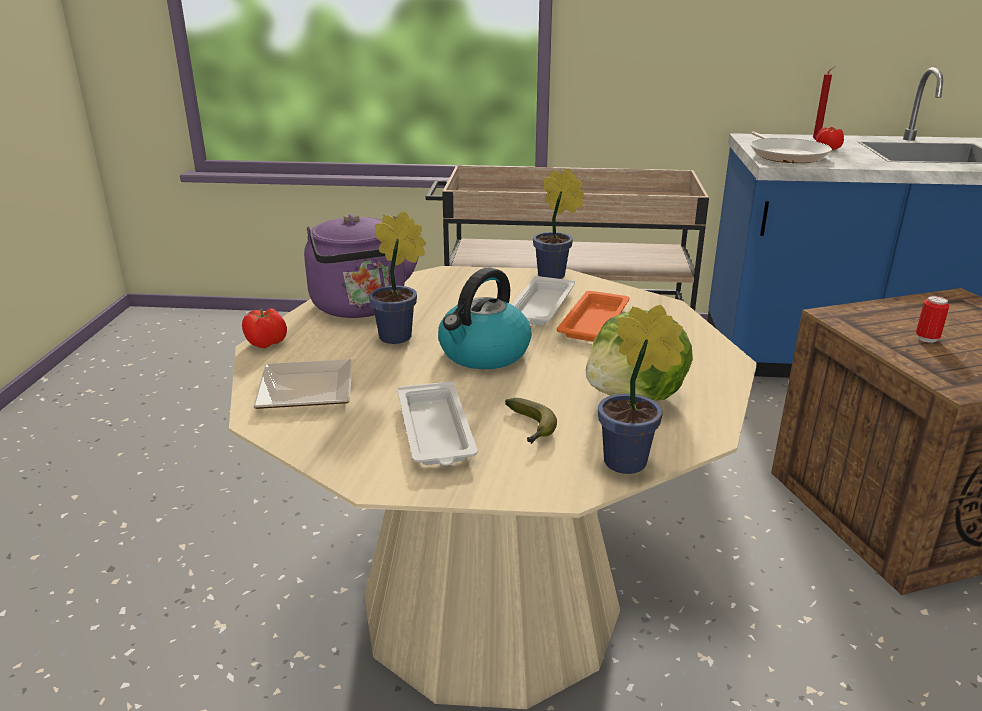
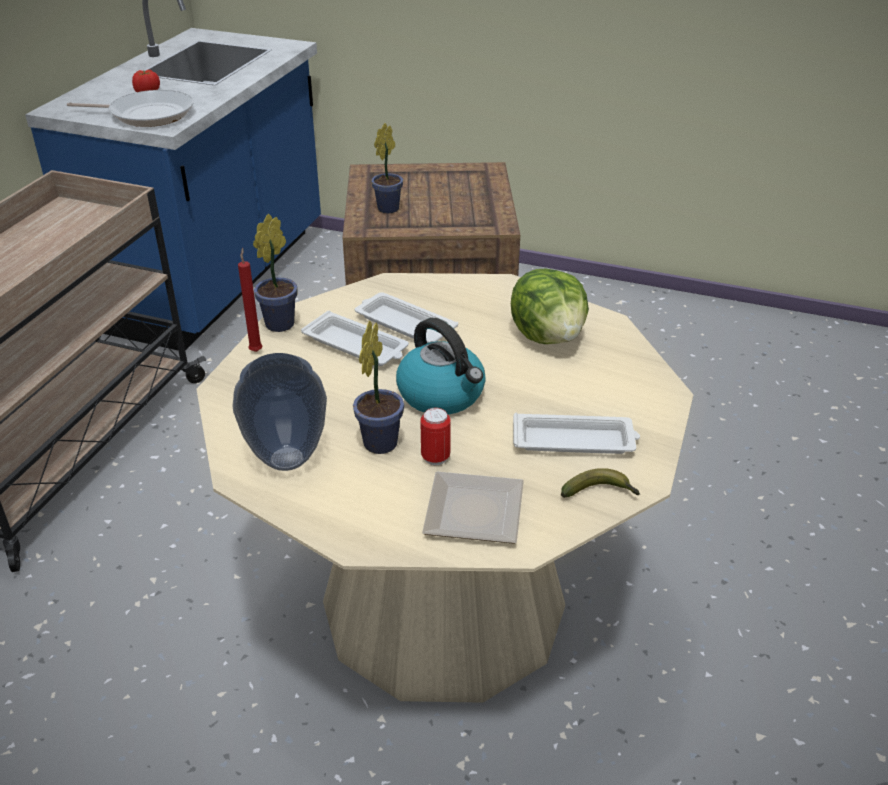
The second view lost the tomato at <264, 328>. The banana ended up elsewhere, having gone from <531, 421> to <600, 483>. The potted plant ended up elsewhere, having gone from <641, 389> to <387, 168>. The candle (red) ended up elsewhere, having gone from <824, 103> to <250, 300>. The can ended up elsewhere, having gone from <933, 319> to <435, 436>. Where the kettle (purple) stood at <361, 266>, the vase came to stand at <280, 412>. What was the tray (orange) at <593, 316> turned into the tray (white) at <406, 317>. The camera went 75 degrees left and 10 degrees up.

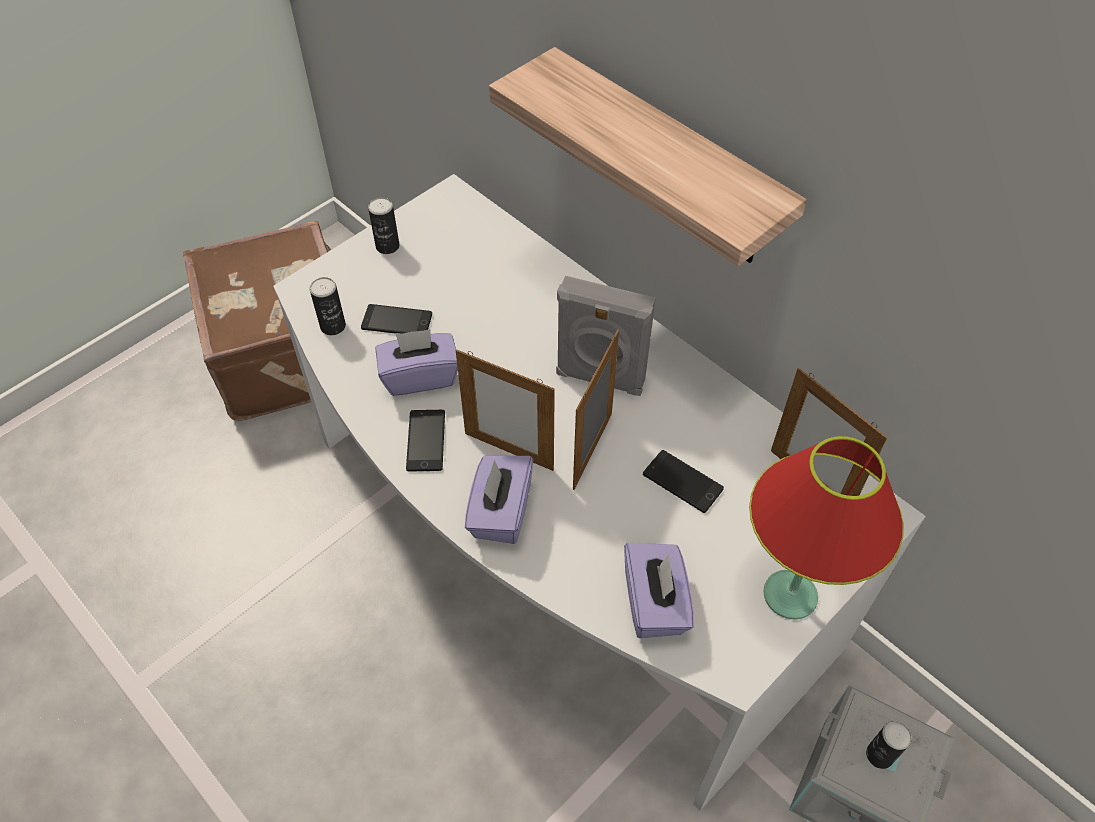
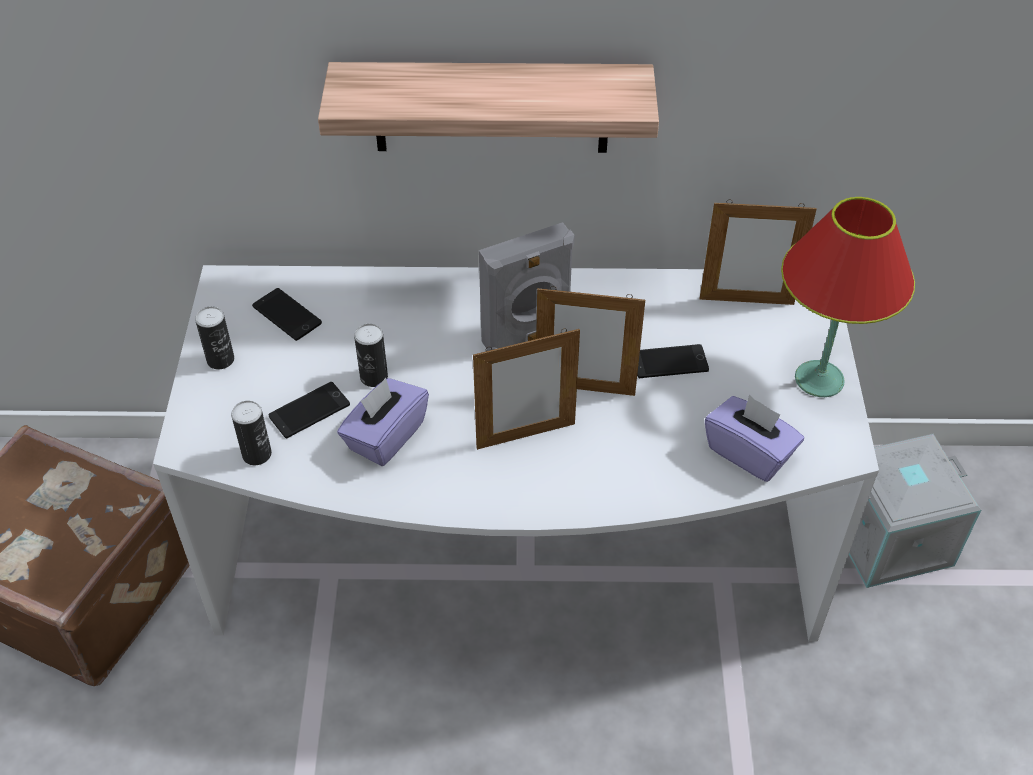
The second view lost the tissue box (purple) at <499, 500>. The phone ended up elsewhere, having gone from <425, 441> to <287, 314>. The can ended up elsewhere, having gone from <889, 745> to <371, 355>. The picture frame at <596, 410> ended up facing another way, 60 degrees counterclockwise from before. The camera went 45 degrees left and 5 degrees down.

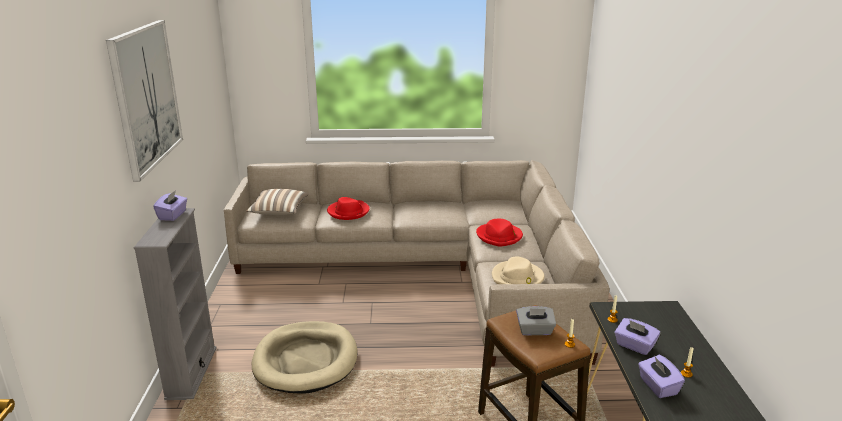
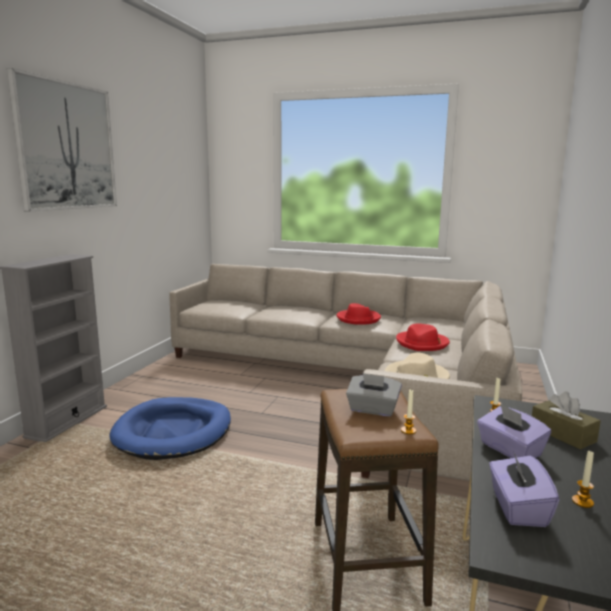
The second view lost the tissue box (purple) at <170, 205>. The second view lost the pillow at <277, 202>. The second view gained the tissue box (brown) at <566, 421>. The hat (red) ended up elsewhere, having gone from <348, 208> to <358, 314>. What was the dog bed (beige) at <305, 357> turned into the dog bed (blue) at <170, 428>. The camera went 20 degrees right and 10 degrees down.

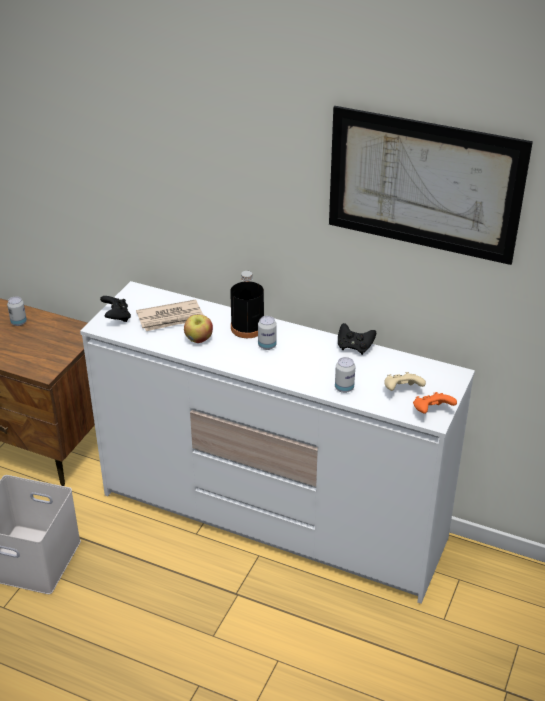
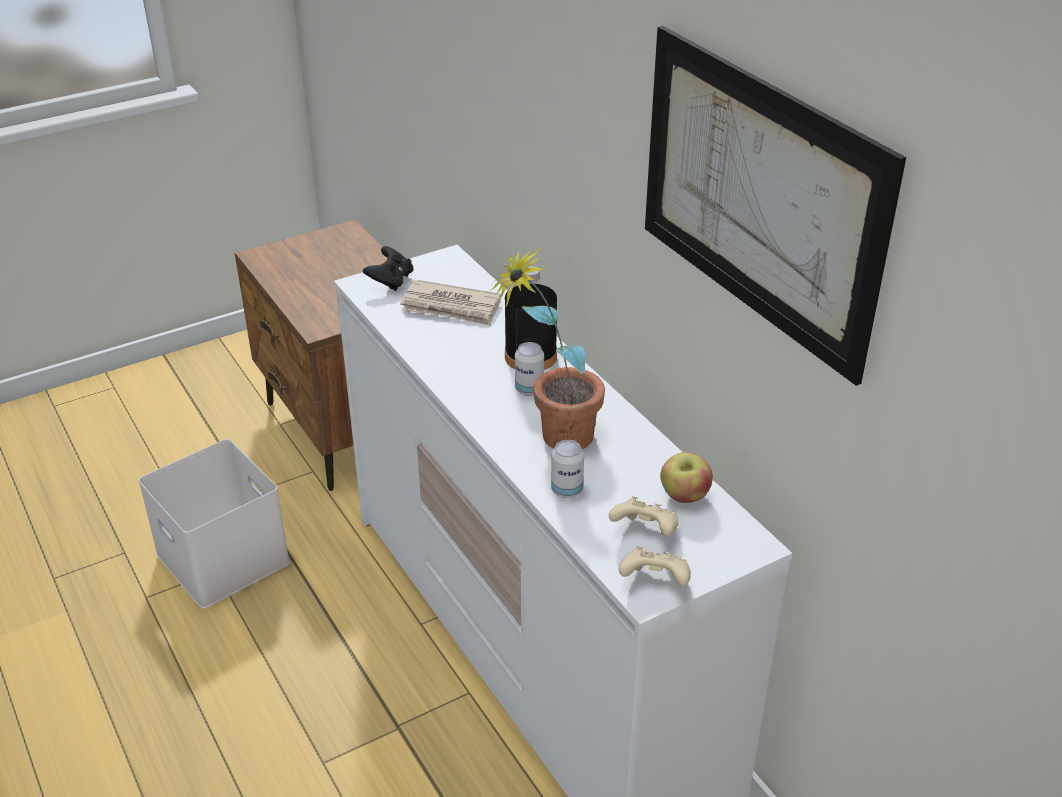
The second view lost the can at <17, 311>. The second view lost the game controller (black) at <357, 339>. The second view gained the potted plant at <547, 348>. The apple ended up elsewhere, having gone from <198, 329> to <686, 477>. What was the game controller (orange) at <435, 403> turned into the game controller (beige) at <654, 566>. The camera went 35 degrees right and 0 degrees up.

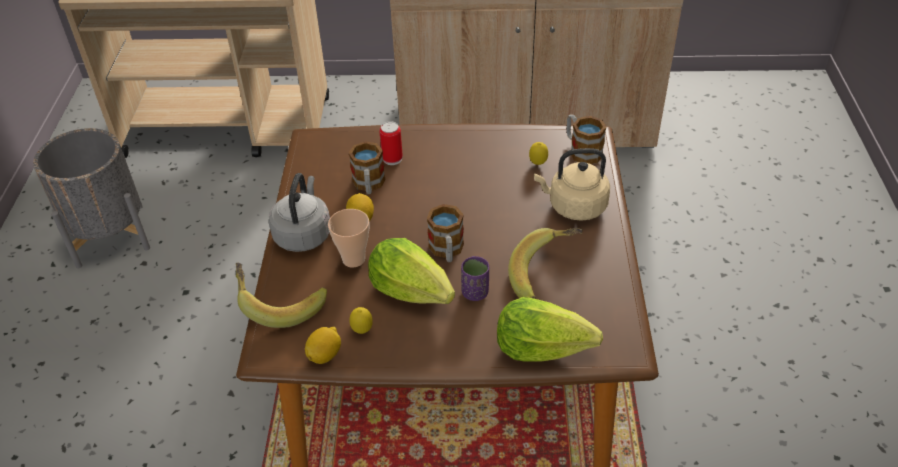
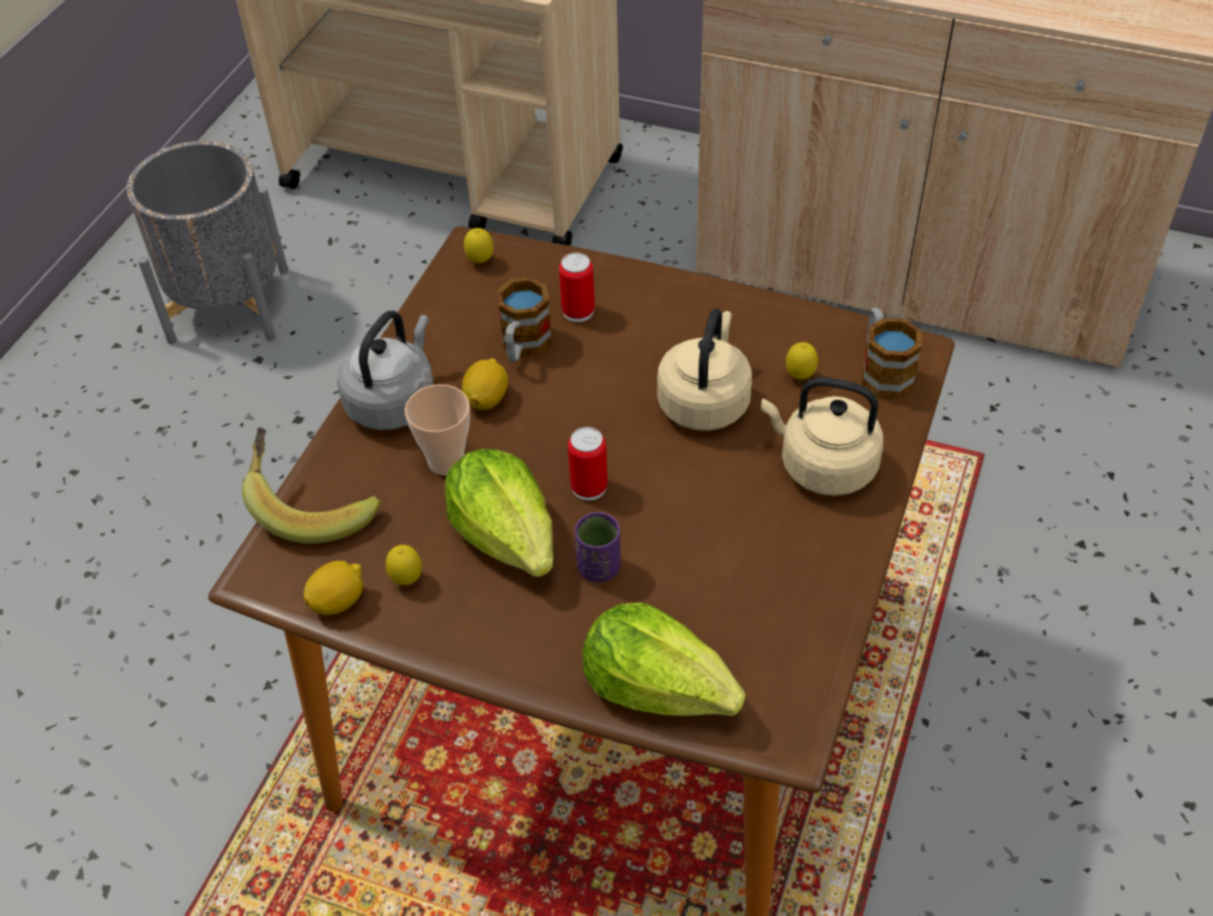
The second view lost the banana at <545, 263>. The second view gained the lemon at <478, 245>. The second view gained the kettle (beige) at <704, 369>. Where the mug stood at <445, 233>, the can came to stand at <588, 463>. The camera went 20 degrees right and 5 degrees up.

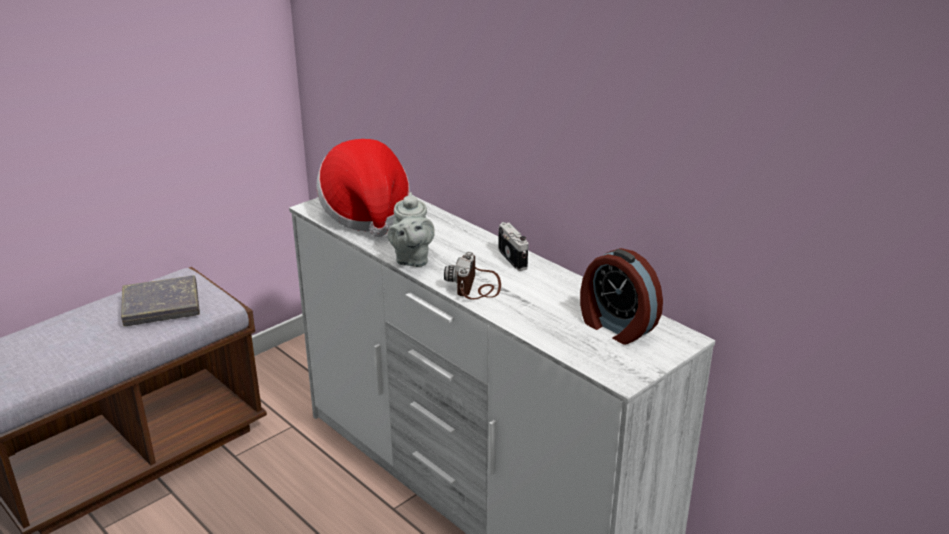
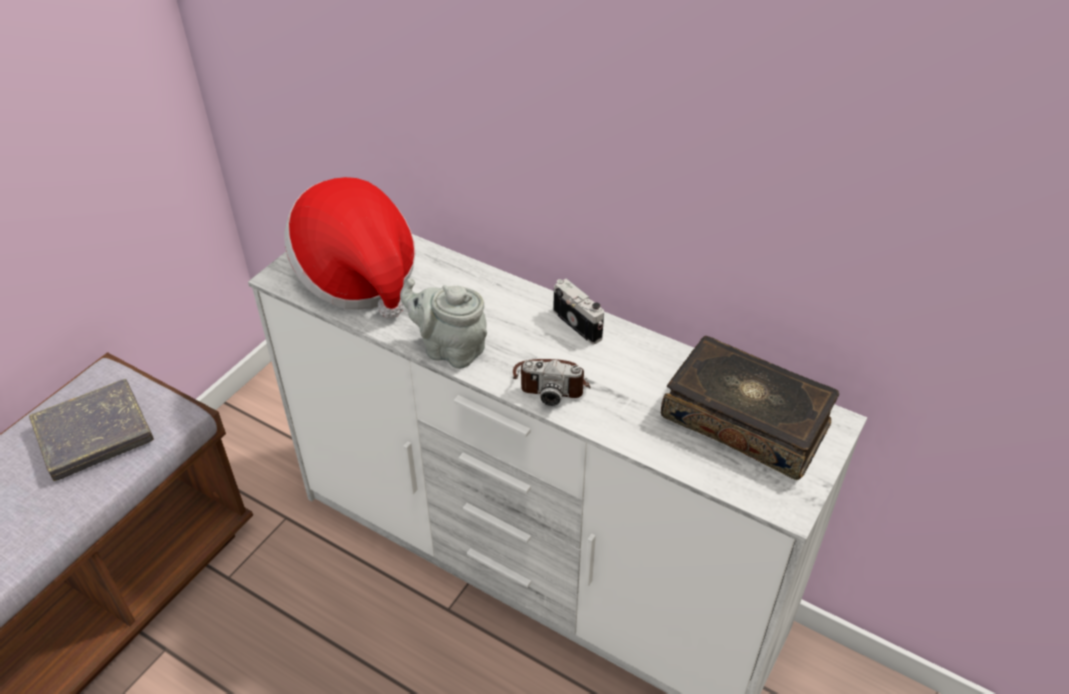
Where the alarm clock stood at <621, 296>, the book came to stand at <750, 408>. The teapot (grey) at <411, 229> ended up facing another way, 135 degrees clockwise from before. The photo camera at <472, 276> ended up facing another way, 75 degrees counterclockwise from before. The camera went 15 degrees left and 15 degrees up.

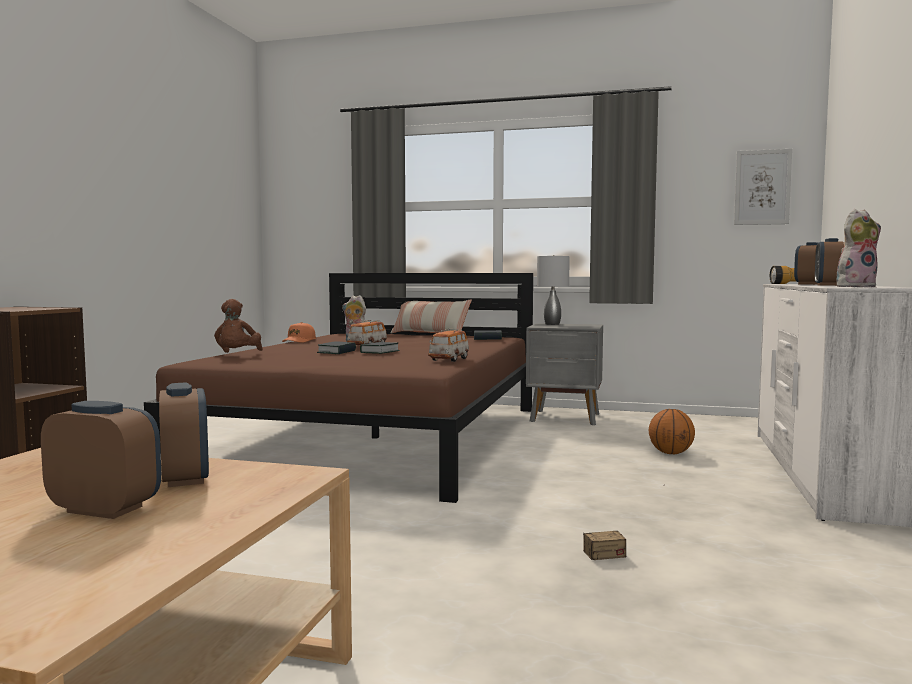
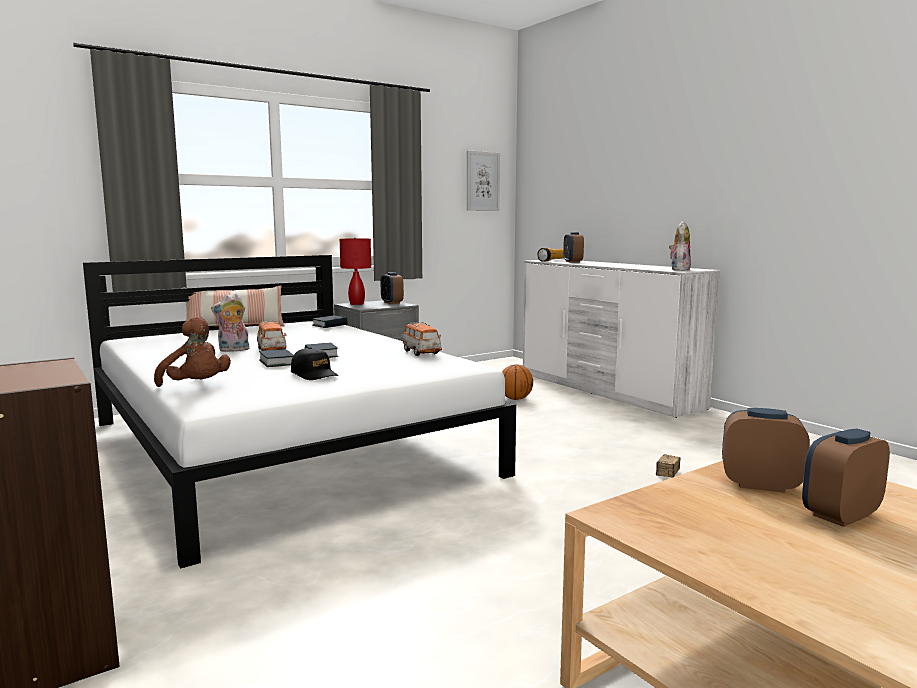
The second view lost the cap (orange) at <299, 332>. The second view gained the cap (black) at <314, 363>. The alarm clock ended up elsewhere, having gone from <829, 262> to <392, 288>. What was the bed (brown) at <338, 388> turned into the bed (white) at <299, 412>. What was the table lamp (grey) at <553, 290> turned into the table lamp (red) at <355, 271>. The camera went 50 degrees left and 5 degrees up.

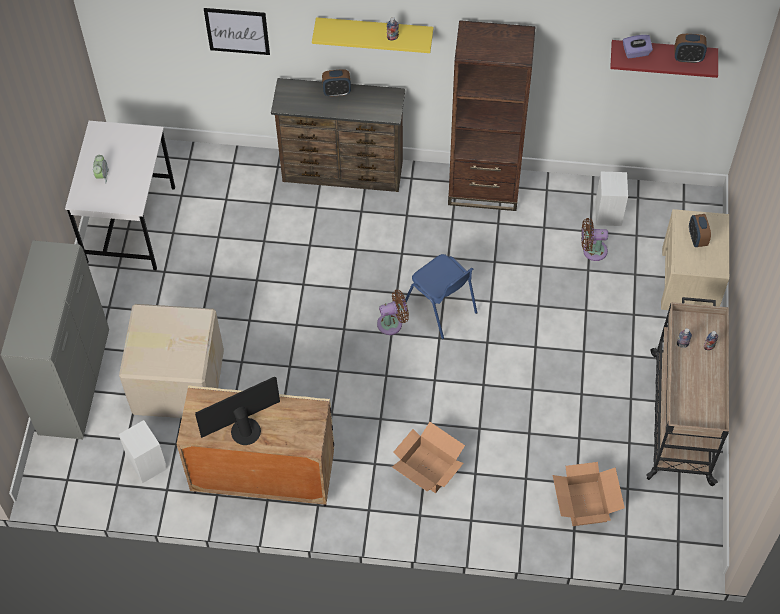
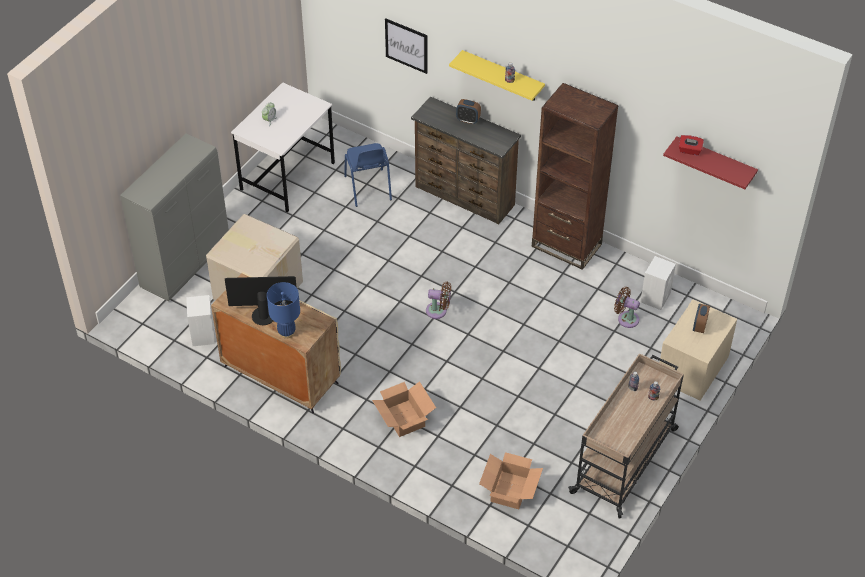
The second view lost the alarm clock at <690, 48>. The second view gained the table lamp (blue) at <283, 310>. The chair (blue) ended up elsewhere, having gone from <441, 296> to <368, 175>. What was the tissue box (purple) at <638, 46> turned into the tissue box (red) at <691, 145>. The camera went 25 degrees right and 10 degrees down.

